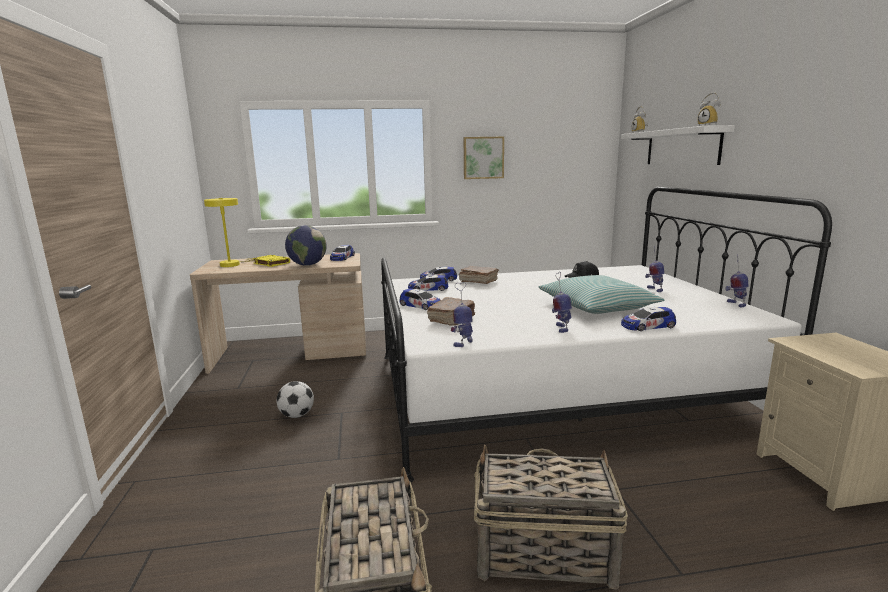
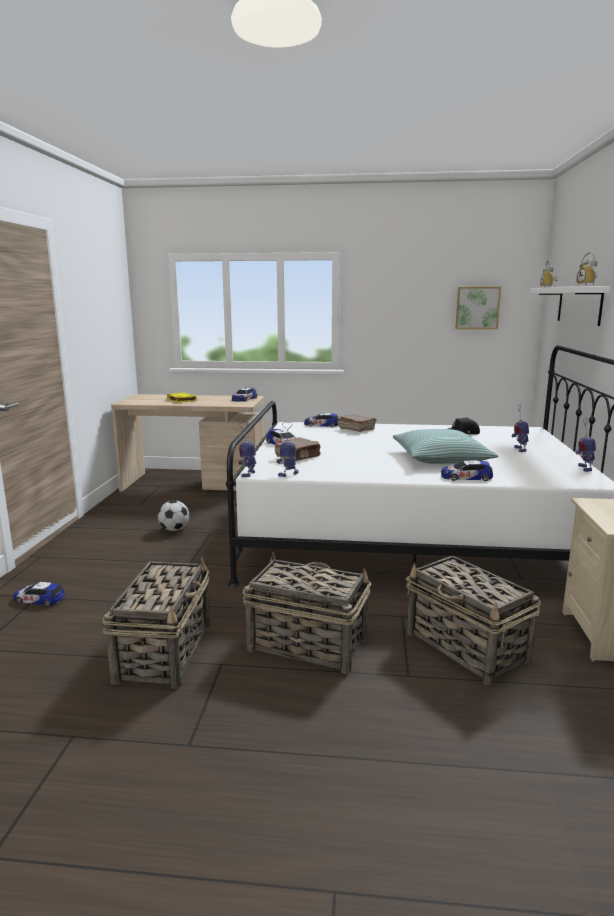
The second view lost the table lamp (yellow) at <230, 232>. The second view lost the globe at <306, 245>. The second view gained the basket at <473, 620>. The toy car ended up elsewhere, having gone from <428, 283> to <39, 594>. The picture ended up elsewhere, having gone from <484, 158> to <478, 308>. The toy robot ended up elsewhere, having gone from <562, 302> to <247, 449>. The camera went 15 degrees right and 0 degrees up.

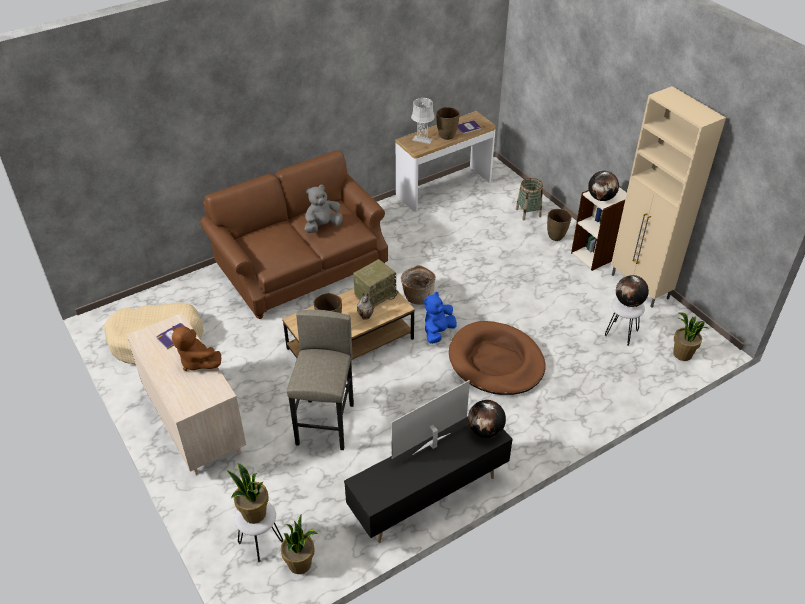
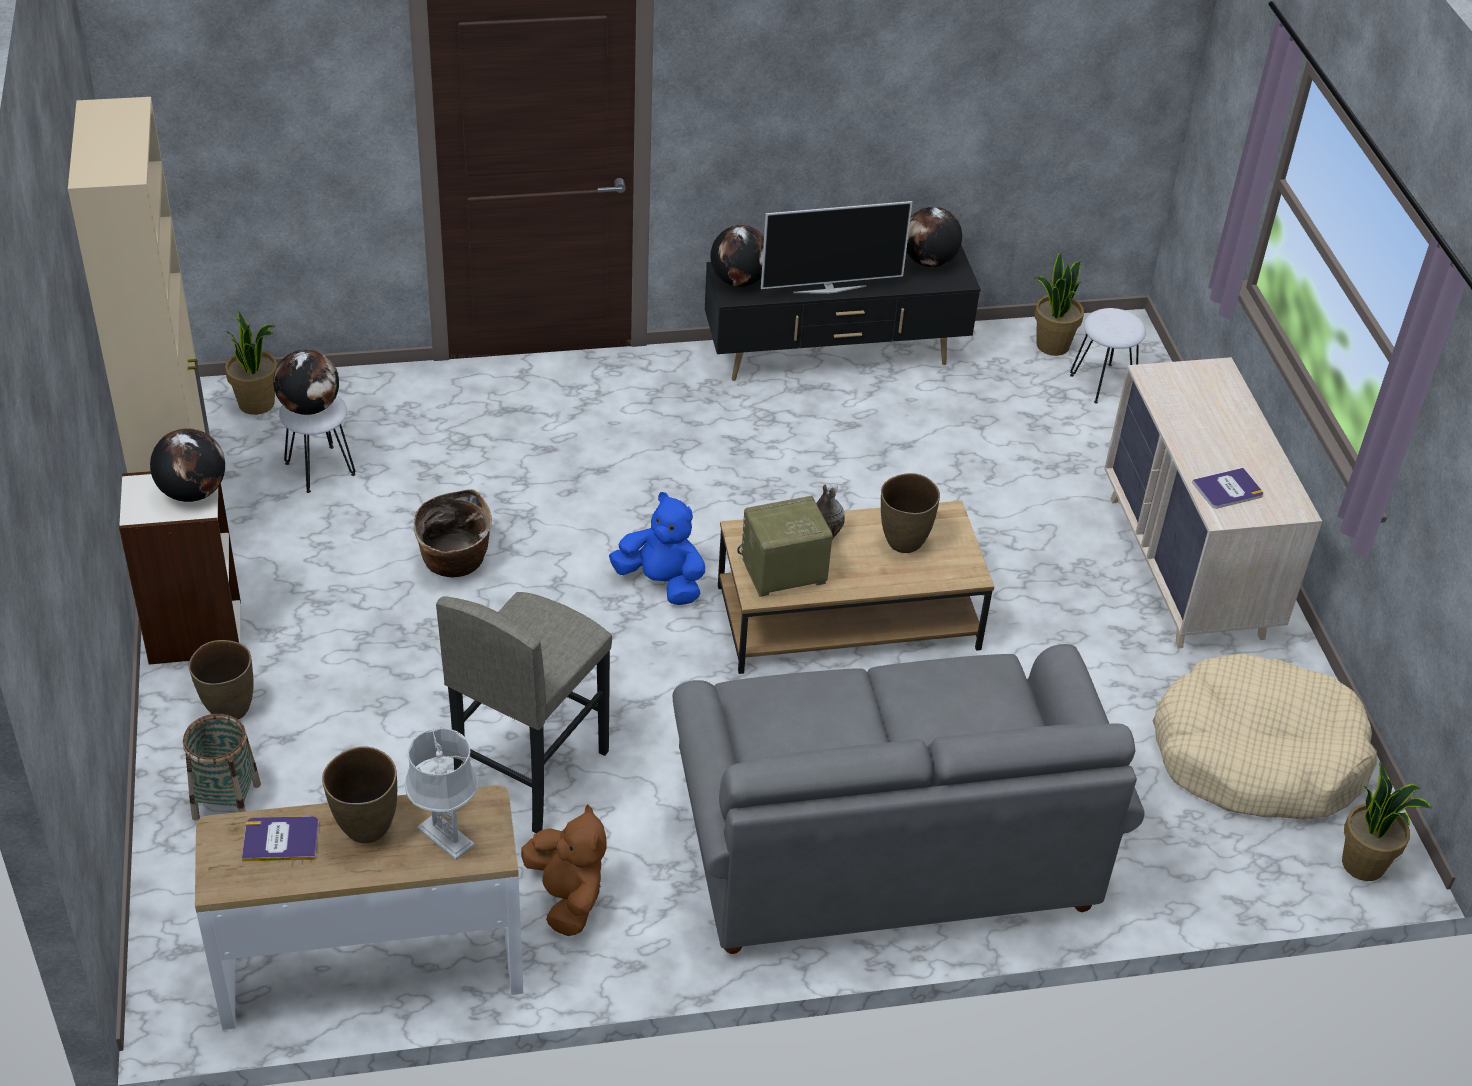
The second view lost the plush toy (grey) at <324, 209>. The second view lost the dog bed (brown) at <497, 358>. The second view gained the globe at <934, 237>. The plush toy (brown) ended up elsewhere, having gone from <196, 348> to <563, 870>. The potted plant ended up elsewhere, having gone from <247, 493> to <1387, 821>. The stool (grey) ended up elsewhere, having gone from <320, 380> to <524, 712>. The basket ended up elsewhere, having gone from <418, 285> to <453, 533>. What was the sofa (brown) at <294, 234> turned into the sofa (grey) at <909, 799>. The plush toy (blue) at <440, 318> ended up facing another way, 120 degrees counterclockwise from before. The camera went 160 degrees left and 0 degrees up.

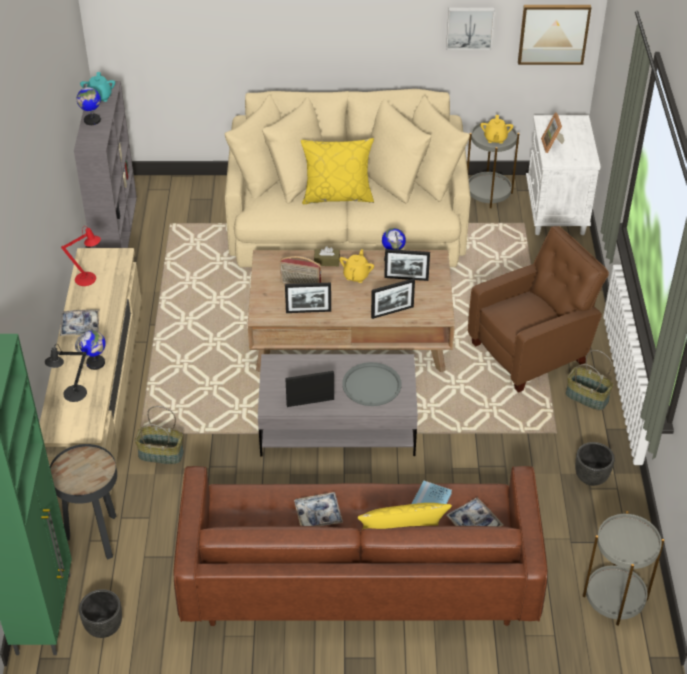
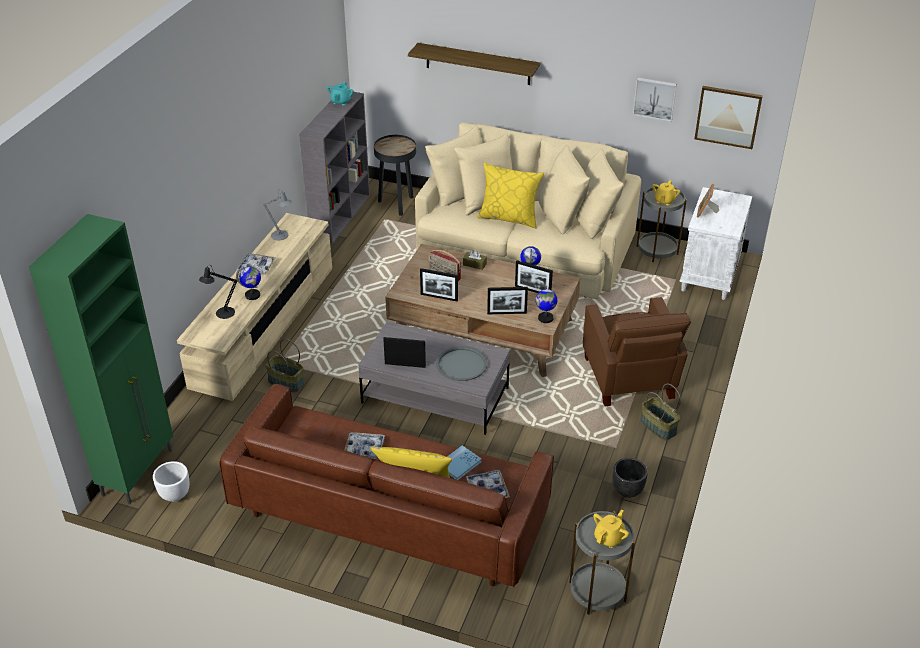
The second view gained the shelf at <474, 64>. The side table (black) ended up elsewhere, having gone from <83, 501> to <395, 175>. The globe ended up elsewhere, having gone from <89, 104> to <546, 304>. The teapot (yellow) ended up elsewhere, having gone from <356, 266> to <611, 529>. What was the table lamp (red) at <81, 256> turned into the table lamp (grey) at <277, 214>. What was the planter (black) at <100, 613> turned into the planter (white) at <171, 481>. The armchair (brown) at <538, 309> ended up facing another way, 90 degrees clockwise from before. The camera went 20 degrees right and 5 degrees down.

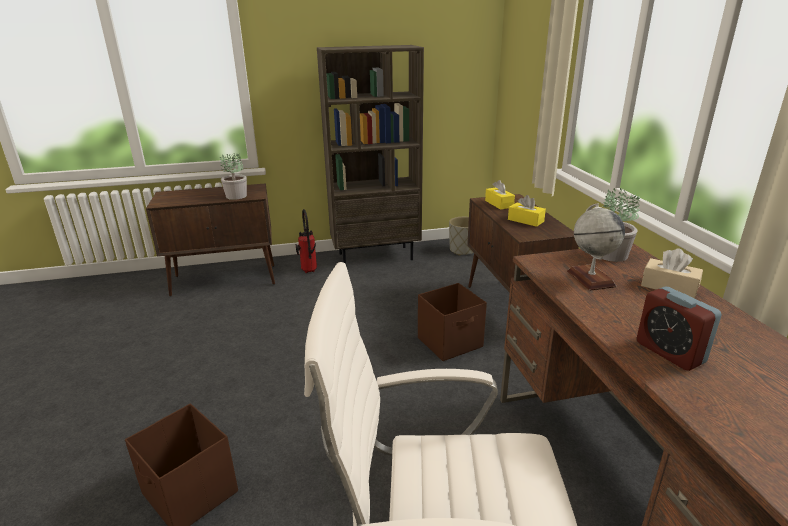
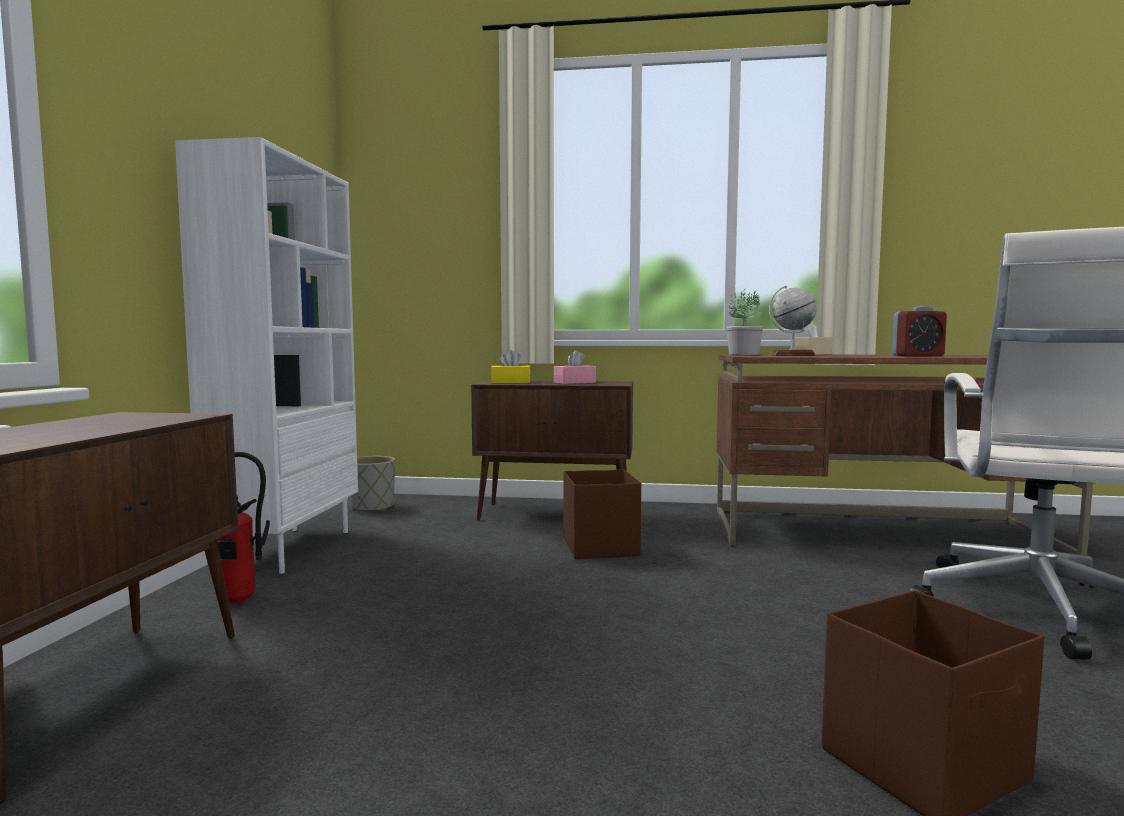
The second view lost the potted plant at <233, 177>. What was the bookcase (brown) at <370, 154> turned into the bookcase (white) at <266, 355>. What was the tissue box (yellow) at <527, 211> turned into the tissue box (pink) at <575, 367>. The camera went 70 degrees left and 20 degrees down.

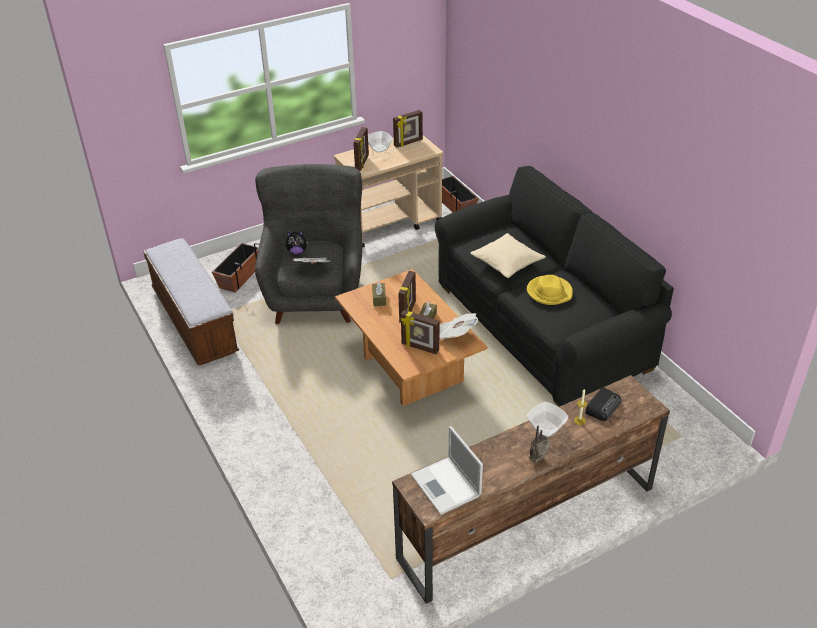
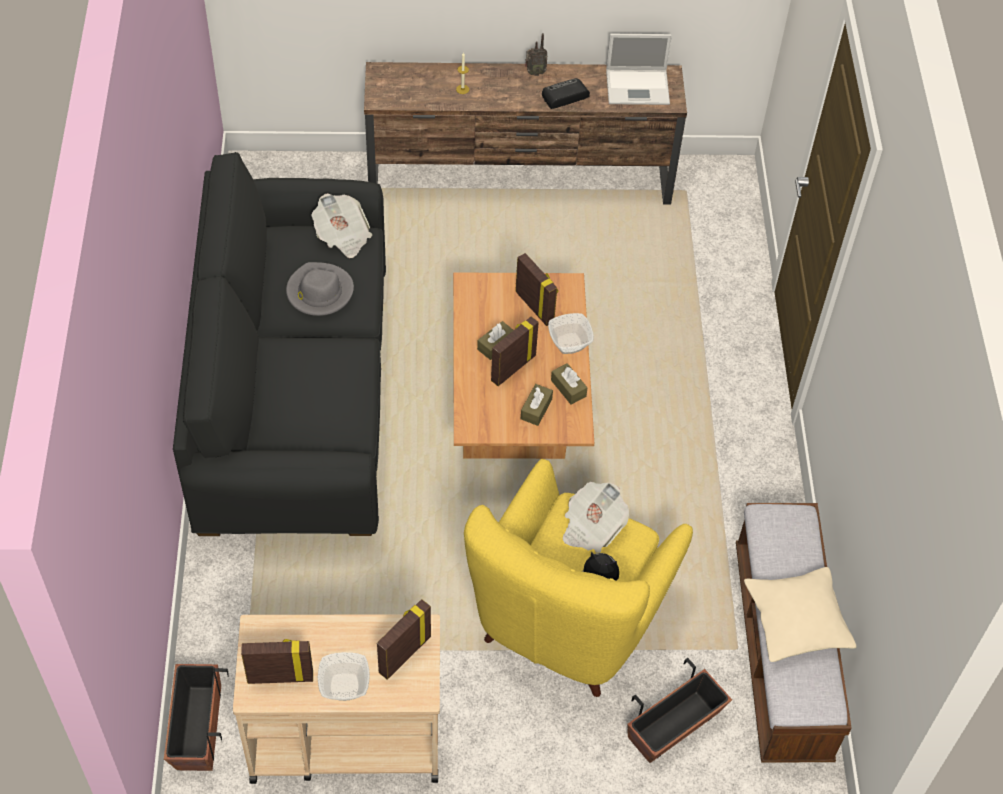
The second view gained the tissue box (brown) at <569, 384>. The newspaper ended up elsewhere, having gone from <458, 326> to <342, 225>. The pillow (beige) ended up elsewhere, having gone from <508, 255> to <800, 614>. The bowl ended up elsewhere, having gone from <547, 420> to <571, 333>. The radio ended up elsewhere, having gone from <603, 404> to <566, 93>. What was the armchair (grey) at <308, 244> turned into the armchair (yellow) at <578, 578>. What was the hat (yellow) at <550, 290> turned into the hat (grey) at <320, 289>. The laptop at <447, 470> ended up facing another way, 90 degrees clockwise from before. The camera went 155 degrees left and 15 degrees up.

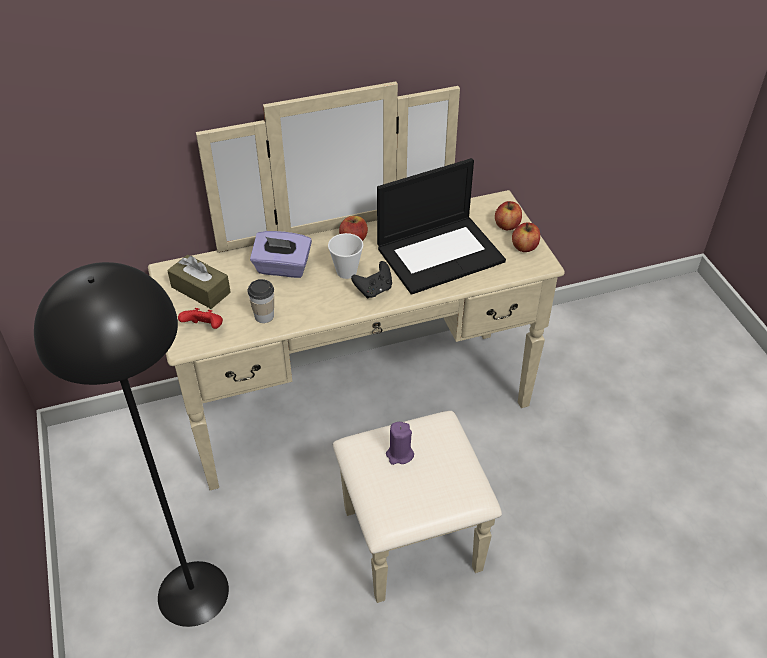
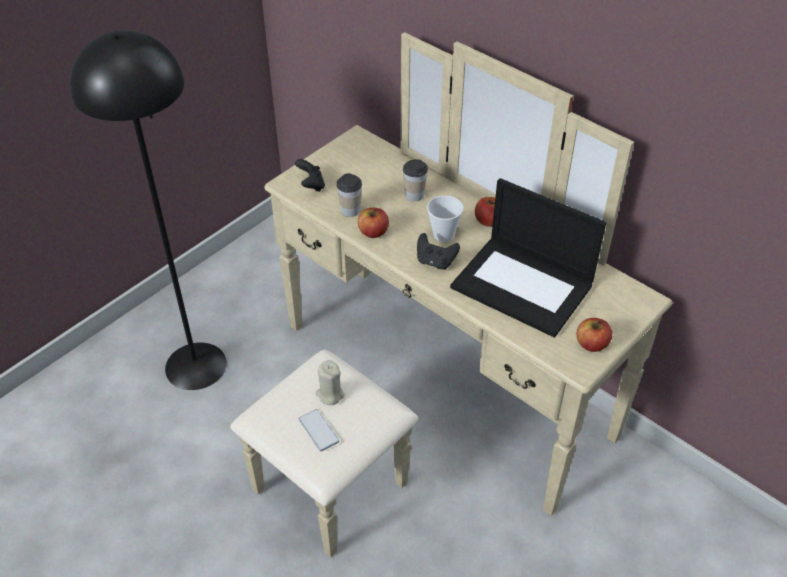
The second view lost the tissue box (brown) at <199, 281>. The second view gained the phone at <319, 430>. The apple ended up elsewhere, having gone from <508, 215> to <373, 223>. Where the tissue box (purple) stood at <281, 254>, the cup came to stand at <415, 180>. What was the game controller (red) at <200, 318> turned into the game controller (black) at <310, 175>. What was the candle (purple) at <400, 443> turned into the candle (beige) at <330, 382>. The camera went 60 degrees right and 0 degrees up.

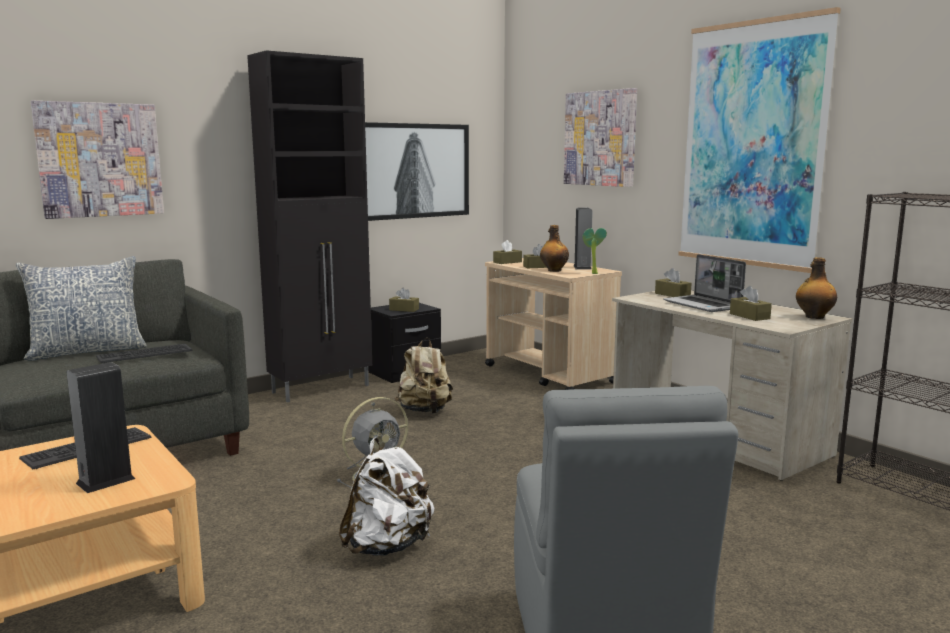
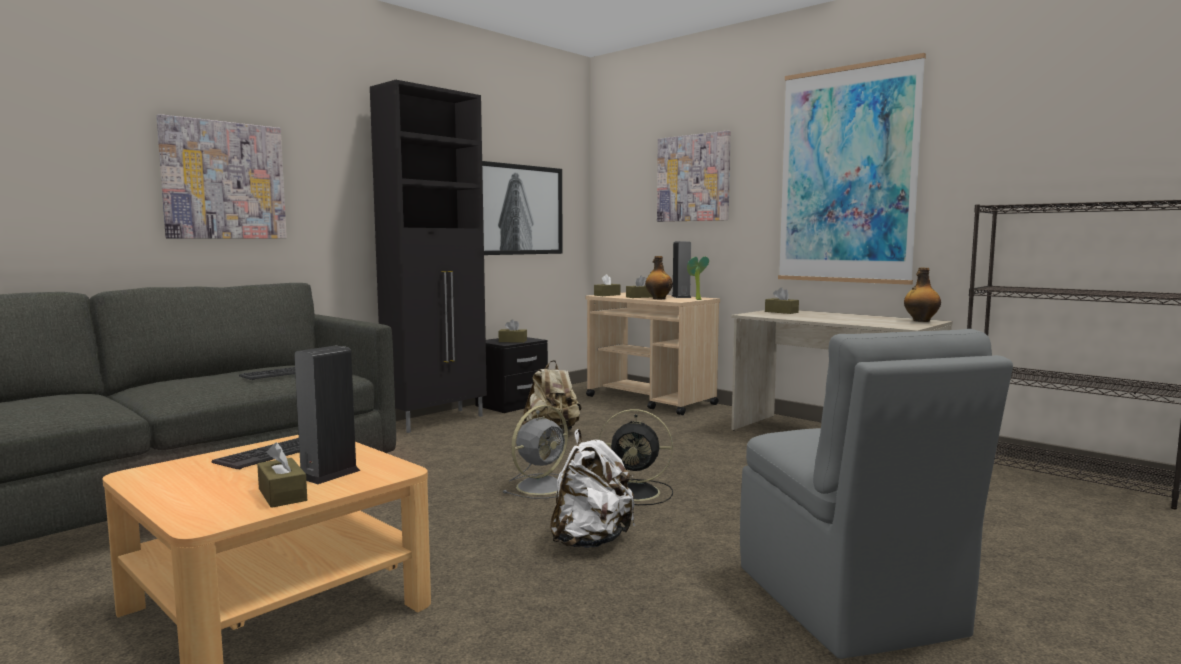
The second view lost the pillow at <81, 308>. The second view lost the laptop at <704, 283>. The second view gained the fan (black) at <636, 457>. The tissue box (brown) ended up elsewhere, having gone from <751, 303> to <282, 475>. The camera went 10 degrees left and 5 degrees down.

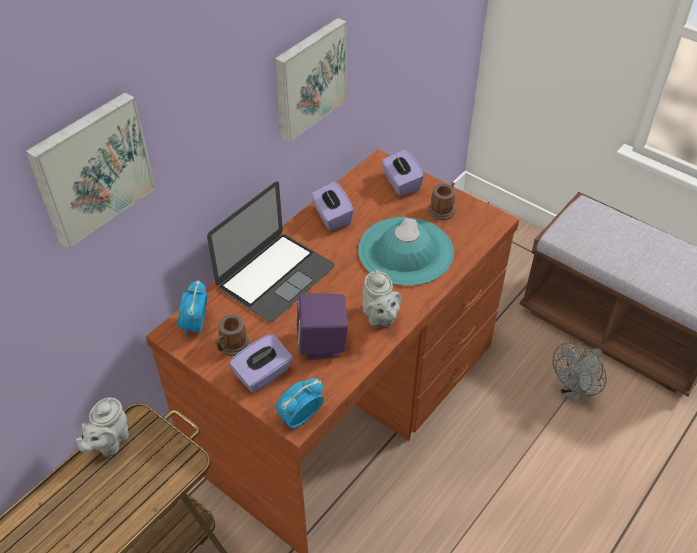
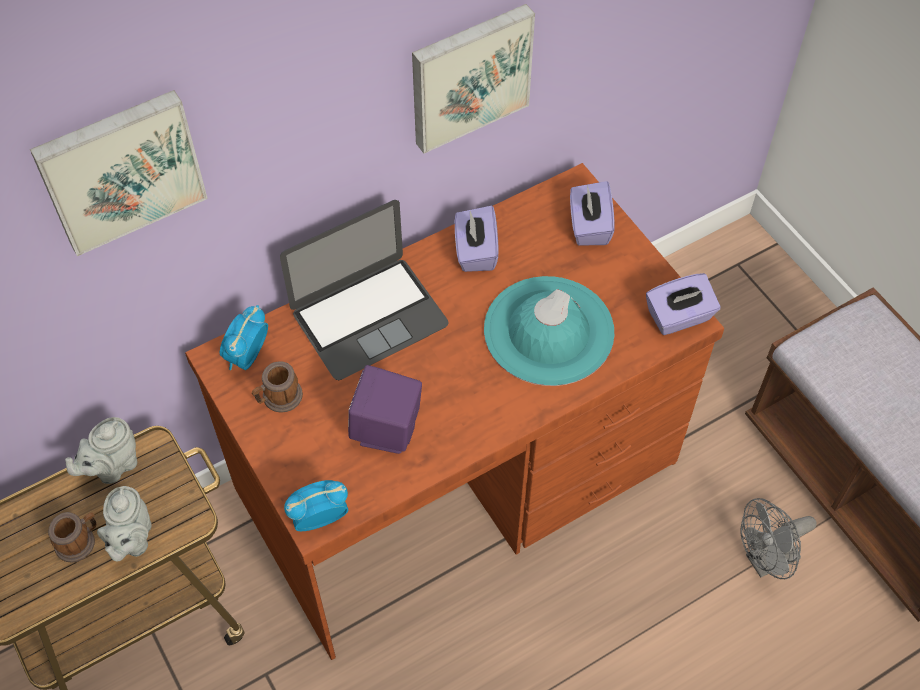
The tissue box (purple) ended up elsewhere, having gone from <261, 363> to <683, 304>. The teapot (grey) ended up elsewhere, having gone from <381, 298> to <124, 524>. The mug ended up elsewhere, having gone from <441, 201> to <72, 537>. The camera went 20 degrees right and 10 degrees up.

